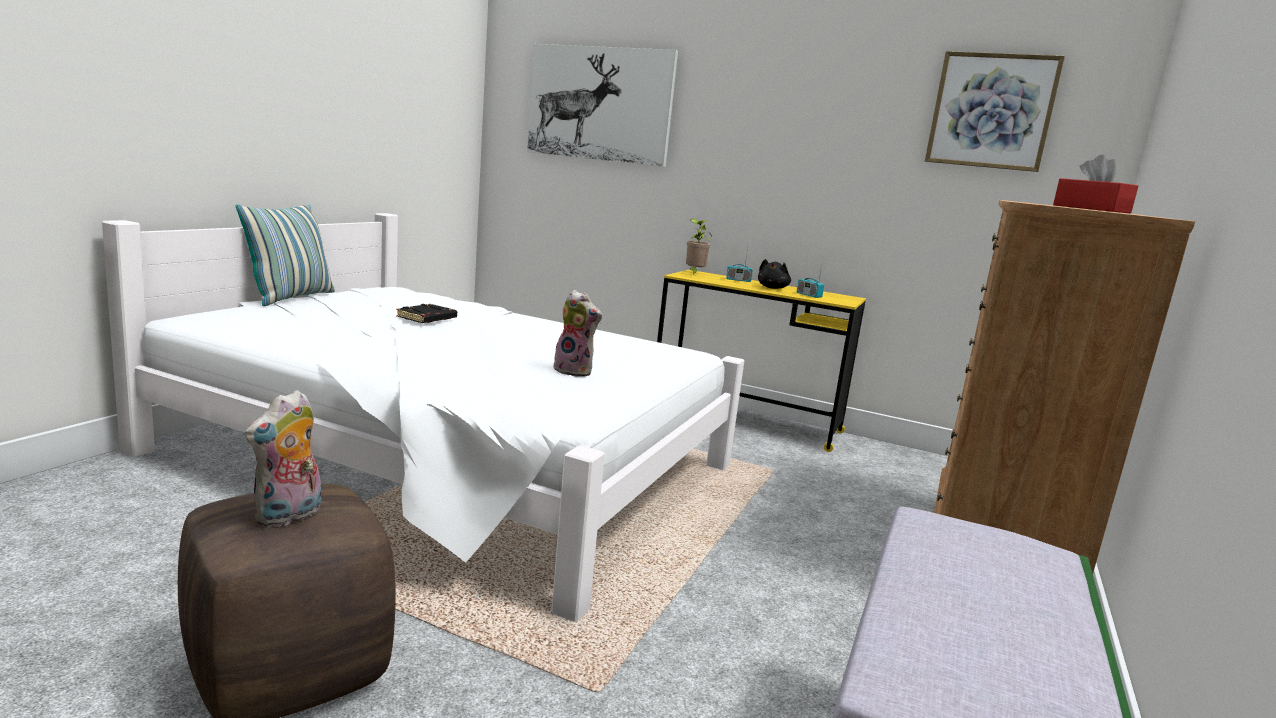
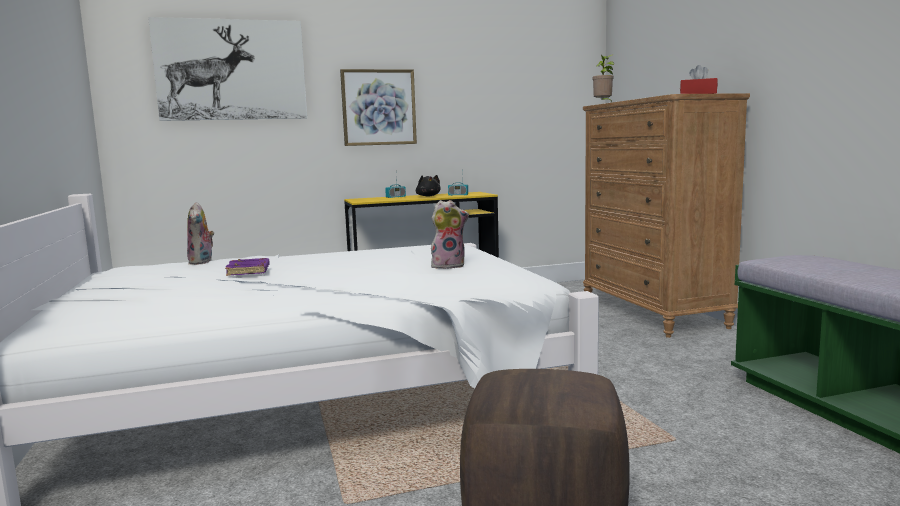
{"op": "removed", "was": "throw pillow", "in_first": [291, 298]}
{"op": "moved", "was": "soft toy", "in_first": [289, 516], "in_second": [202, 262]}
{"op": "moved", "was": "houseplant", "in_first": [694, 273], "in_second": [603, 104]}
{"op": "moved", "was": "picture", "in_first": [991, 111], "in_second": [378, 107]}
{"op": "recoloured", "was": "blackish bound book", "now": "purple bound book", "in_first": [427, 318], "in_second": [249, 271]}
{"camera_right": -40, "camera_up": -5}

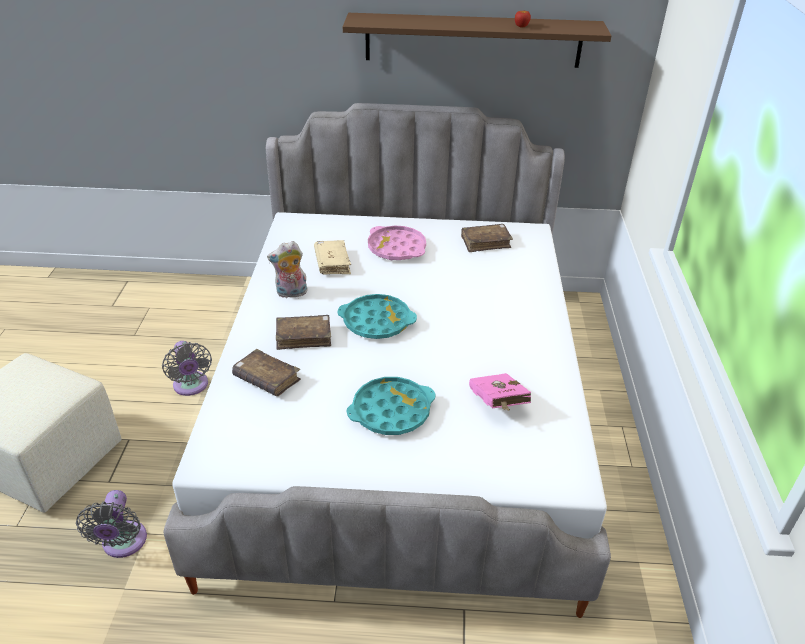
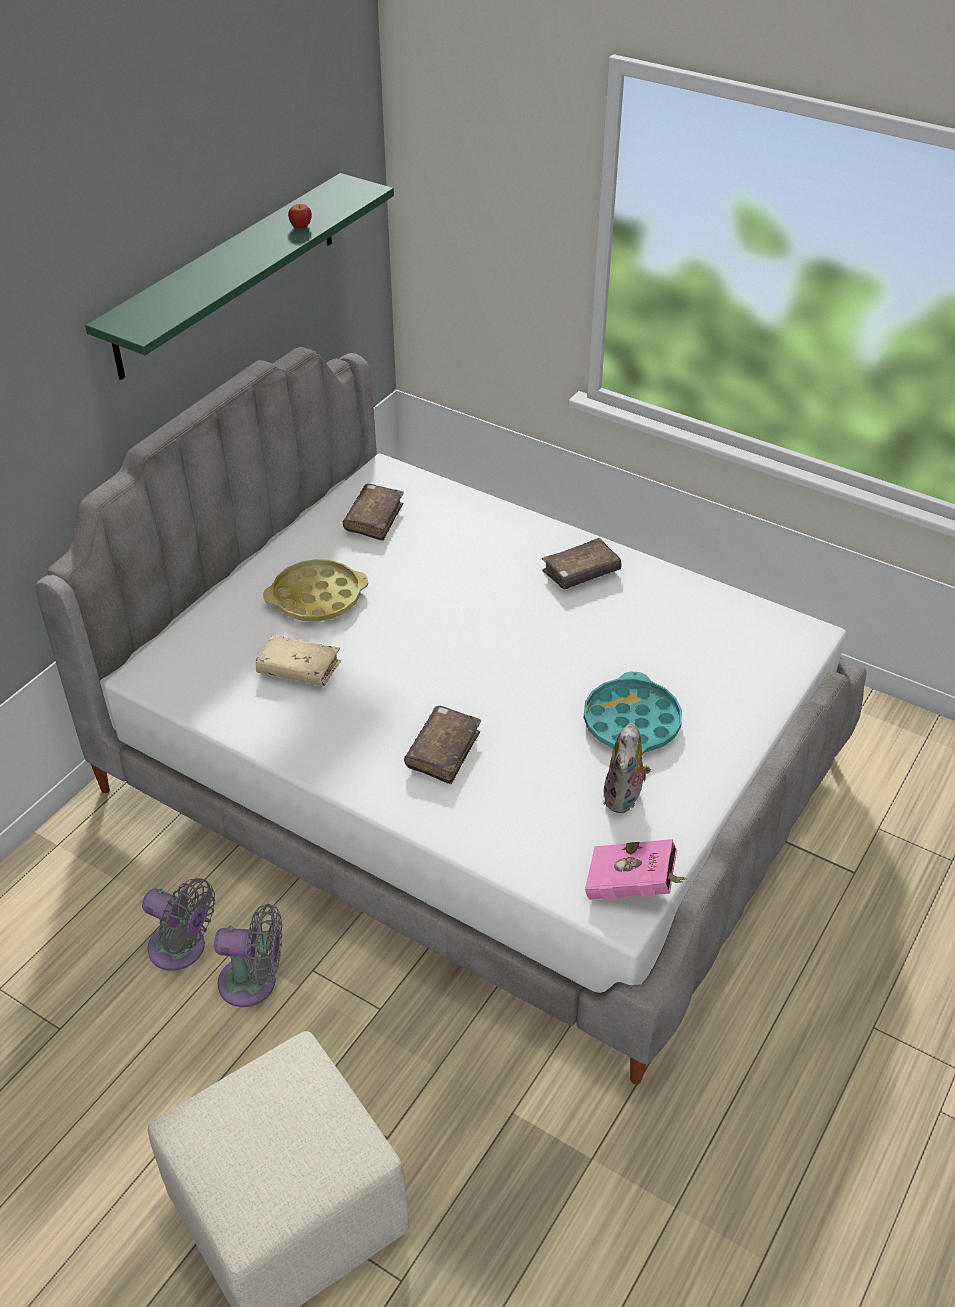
{"op": "removed", "was": "blue-green carrying tray", "in_first": [377, 322]}
{"op": "moved", "was": "gray cooling fan", "in_first": [123, 544], "in_second": [182, 949]}
{"op": "moved", "was": "brown bound book", "in_first": [267, 379], "in_second": [581, 572]}
{"op": "moved", "was": "soft toy", "in_first": [291, 293], "in_second": [624, 798]}
{"op": "moved", "was": "pinkish bound book", "in_first": [498, 405], "in_second": [633, 886]}
{"op": "recoloured", "was": "brown shelf", "now": "greenish shelf", "in_first": [473, 40], "in_second": [228, 274]}
{"op": "recoloured", "was": "pinkish carrying tray", "now": "yellow carrying tray", "in_first": [396, 248], "in_second": [317, 598]}
{"camera_right": -60, "camera_up": 5}

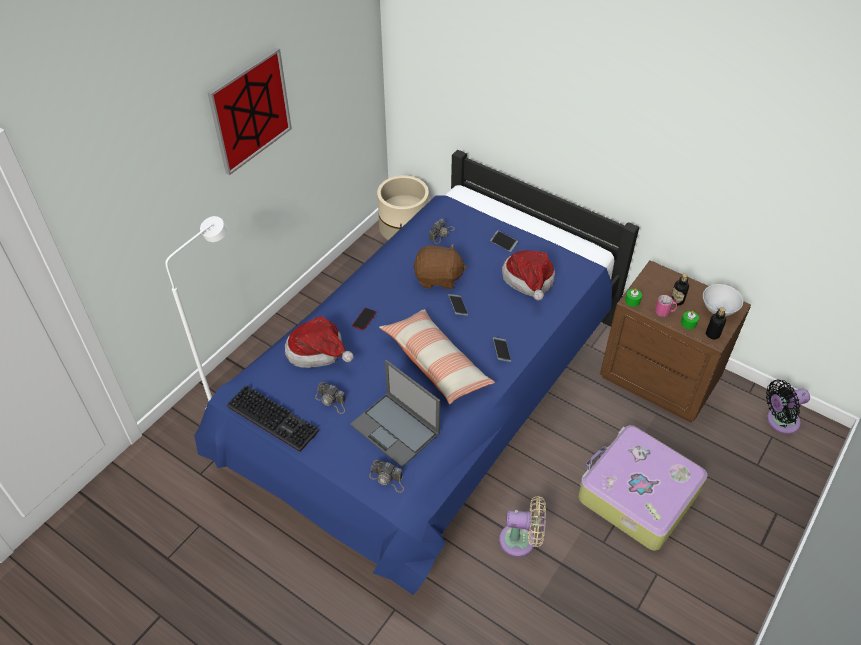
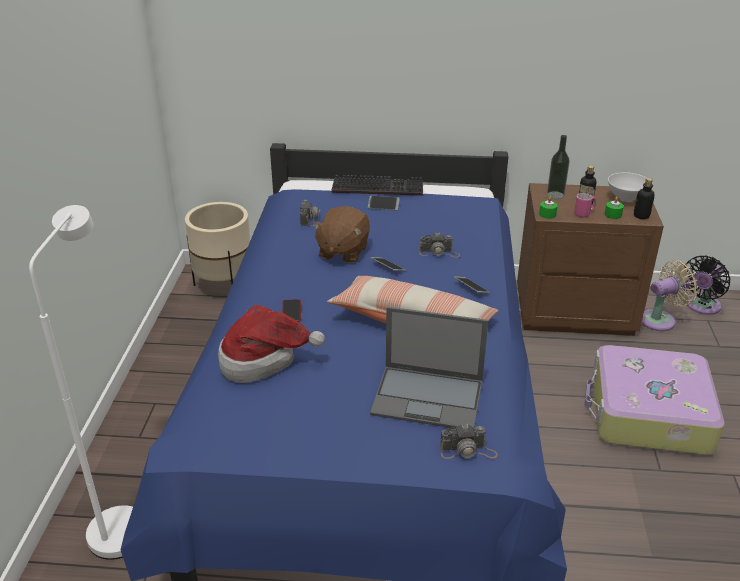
{"op": "removed", "was": "picture", "in_first": [250, 111]}
{"op": "removed", "was": "wearable hat", "in_first": [529, 283]}
{"op": "added", "now": "drink bottle", "in_second": [555, 195]}
{"op": "moved", "was": "PC keyboard", "in_first": [275, 418], "in_second": [379, 187]}
{"op": "moved", "was": "still camera", "in_first": [331, 401], "in_second": [439, 252]}
{"op": "moved", "was": "sand-coloured cooling fan", "in_first": [521, 540], "in_second": [660, 320]}
{"op": "turned", "was": "brown soft toy", "in_first": [438, 278], "in_second": [342, 252], "clockwise": 135}
{"camera_right": -30, "camera_up": -15}

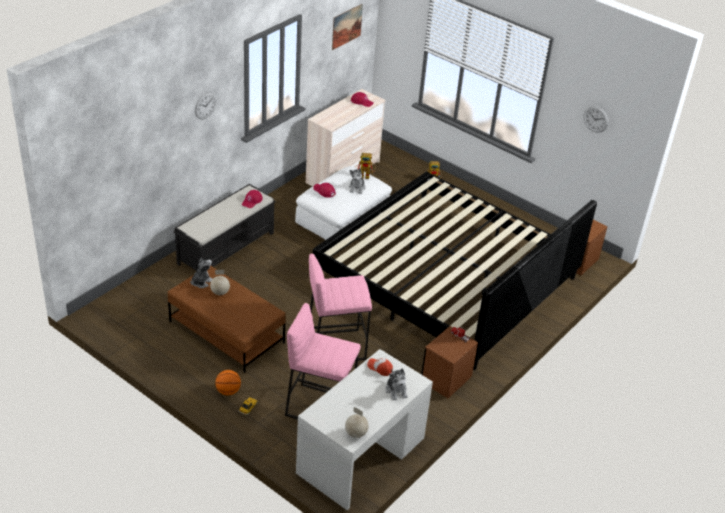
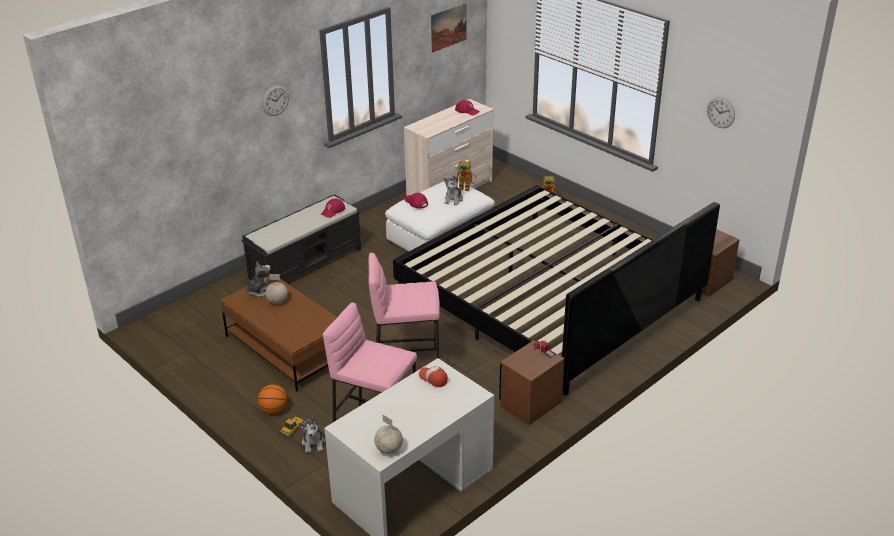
{"op": "moved", "was": "soft toy", "in_first": [396, 390], "in_second": [313, 443]}
{"camera_right": 10, "camera_up": -5}

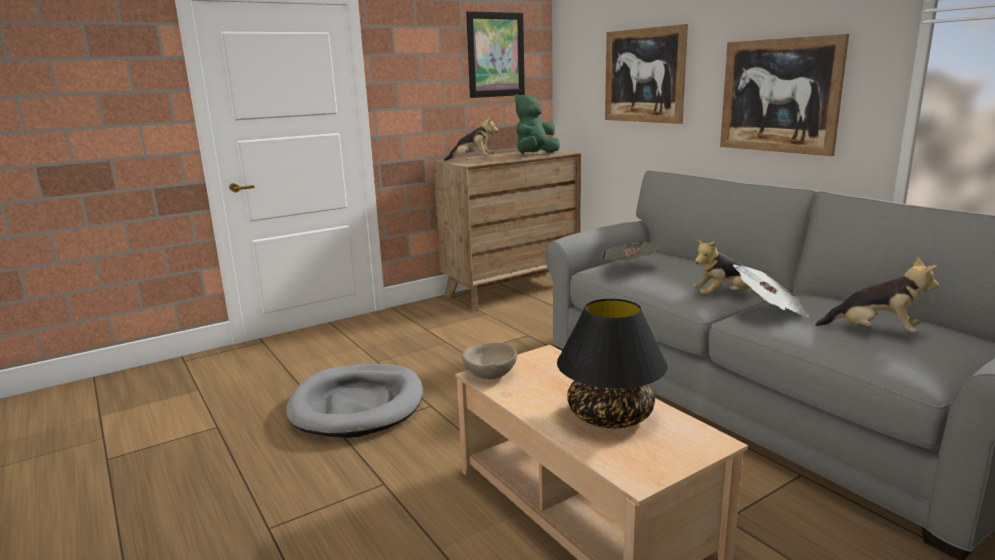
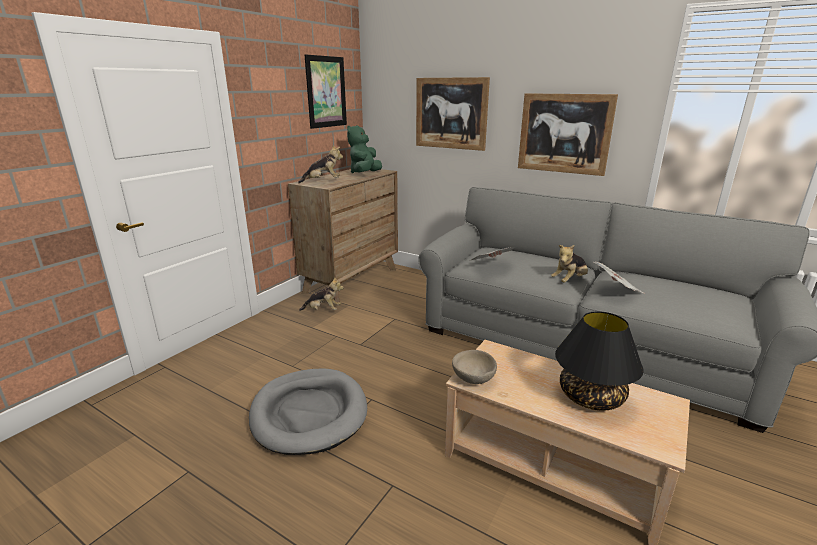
{"op": "moved", "was": "soft toy", "in_first": [874, 332], "in_second": [323, 310]}
{"camera_right": -25, "camera_up": 5}

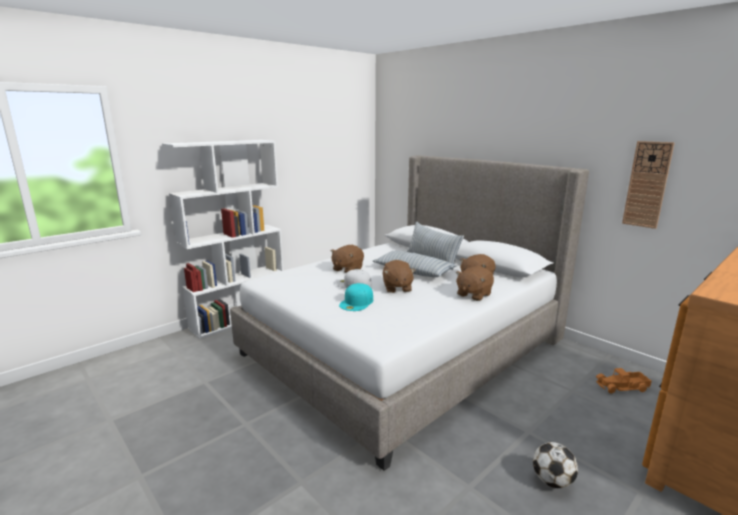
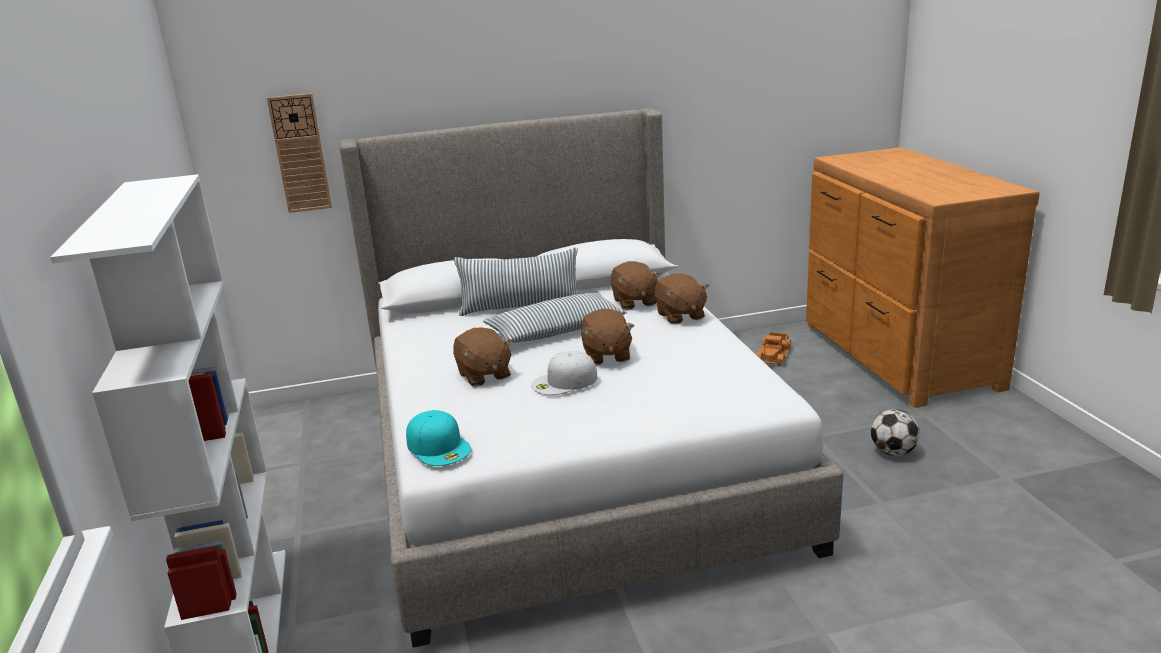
{"op": "moved", "was": "blue-green cap", "in_first": [357, 302], "in_second": [439, 446]}
{"op": "moved", "was": "wall clock", "in_first": [647, 184], "in_second": [300, 153]}
{"op": "turned", "was": "brown soft toy", "in_first": [397, 288], "in_second": [606, 355], "clockwise": 60}
{"camera_right": -60, "camera_up": 5}

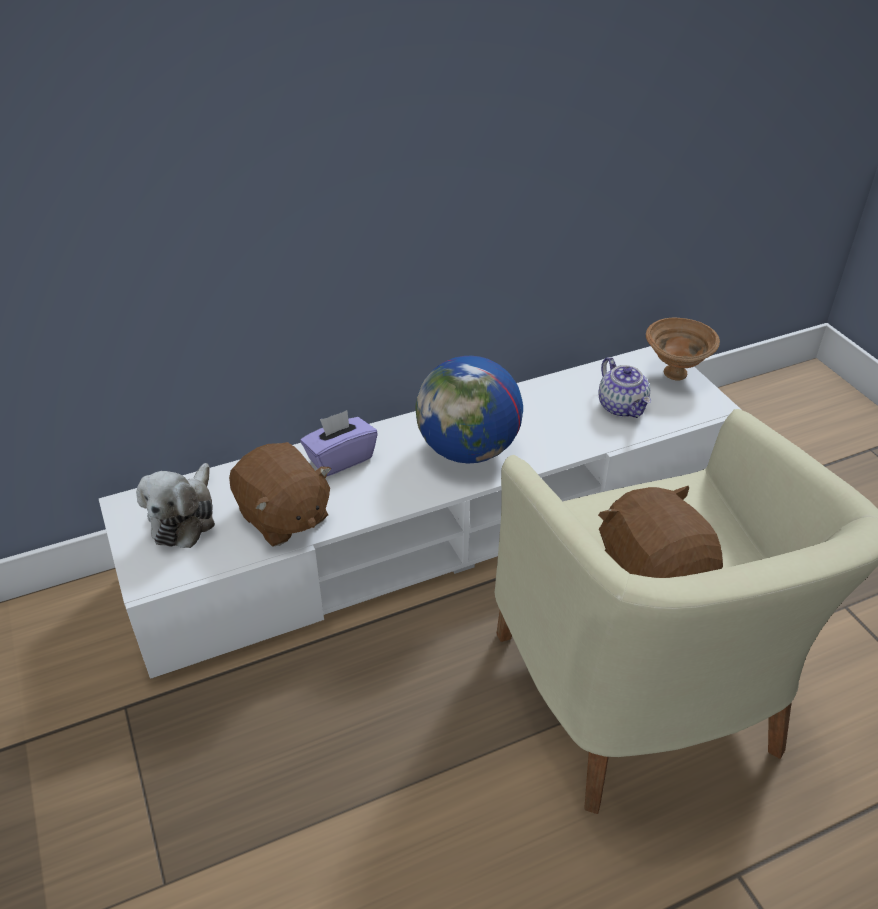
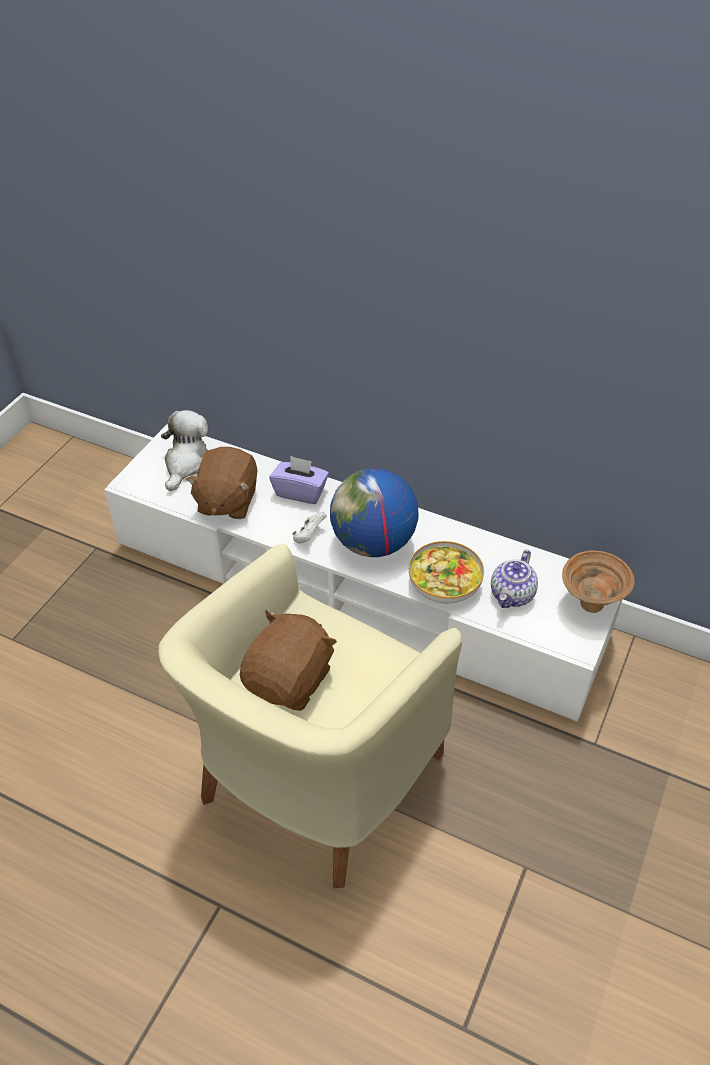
{"op": "added", "now": "white-coloured game controller", "in_second": [309, 536]}
{"op": "added", "now": "serving bowl", "in_second": [445, 584]}
{"op": "turned", "was": "soft toy", "in_first": [184, 517], "in_second": [186, 464], "clockwise": 135}
{"camera_right": 50, "camera_up": 5}

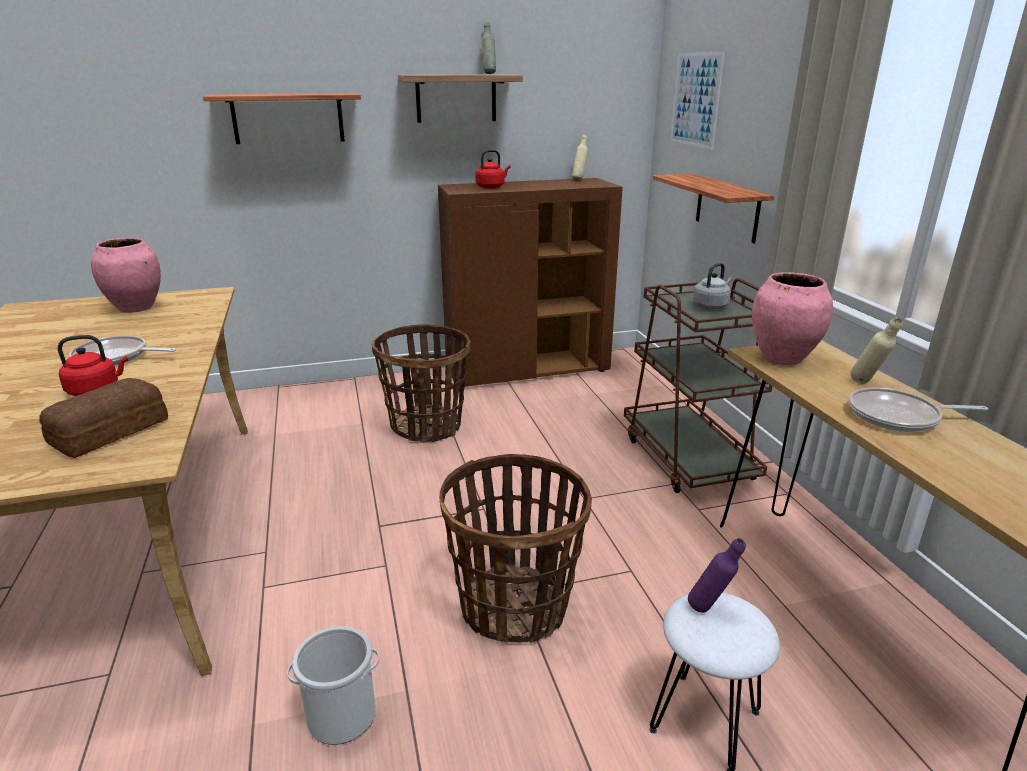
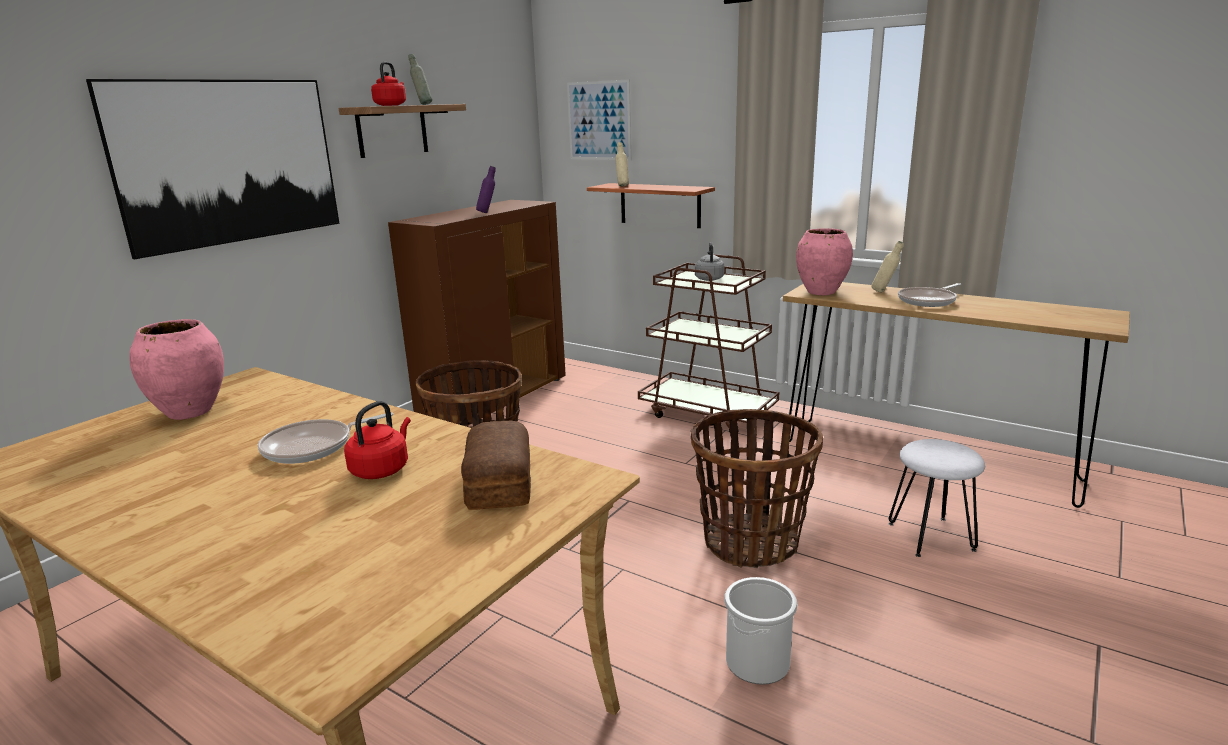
{"op": "moved", "was": "red water kettle", "in_first": [491, 187], "in_second": [391, 105]}
{"op": "moved", "was": "sand-coloured drink bottle", "in_first": [579, 179], "in_second": [622, 186]}
{"op": "moved", "was": "purple drink bottle", "in_first": [709, 609], "in_second": [488, 213]}
{"op": "replaced", "was": "shelf", "now": "picture", "in_first": [288, 118], "in_second": [230, 162]}
{"camera_right": -40, "camera_up": -5}

